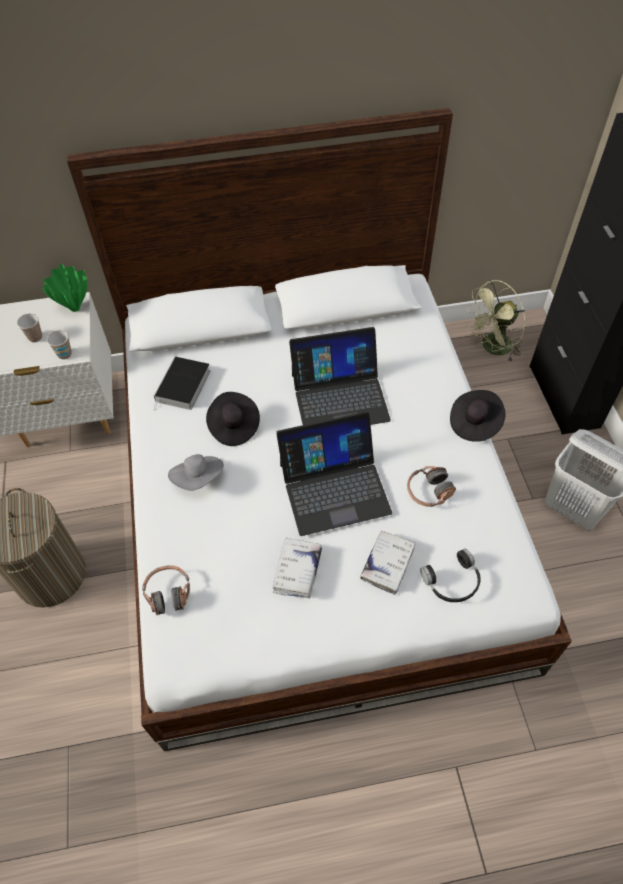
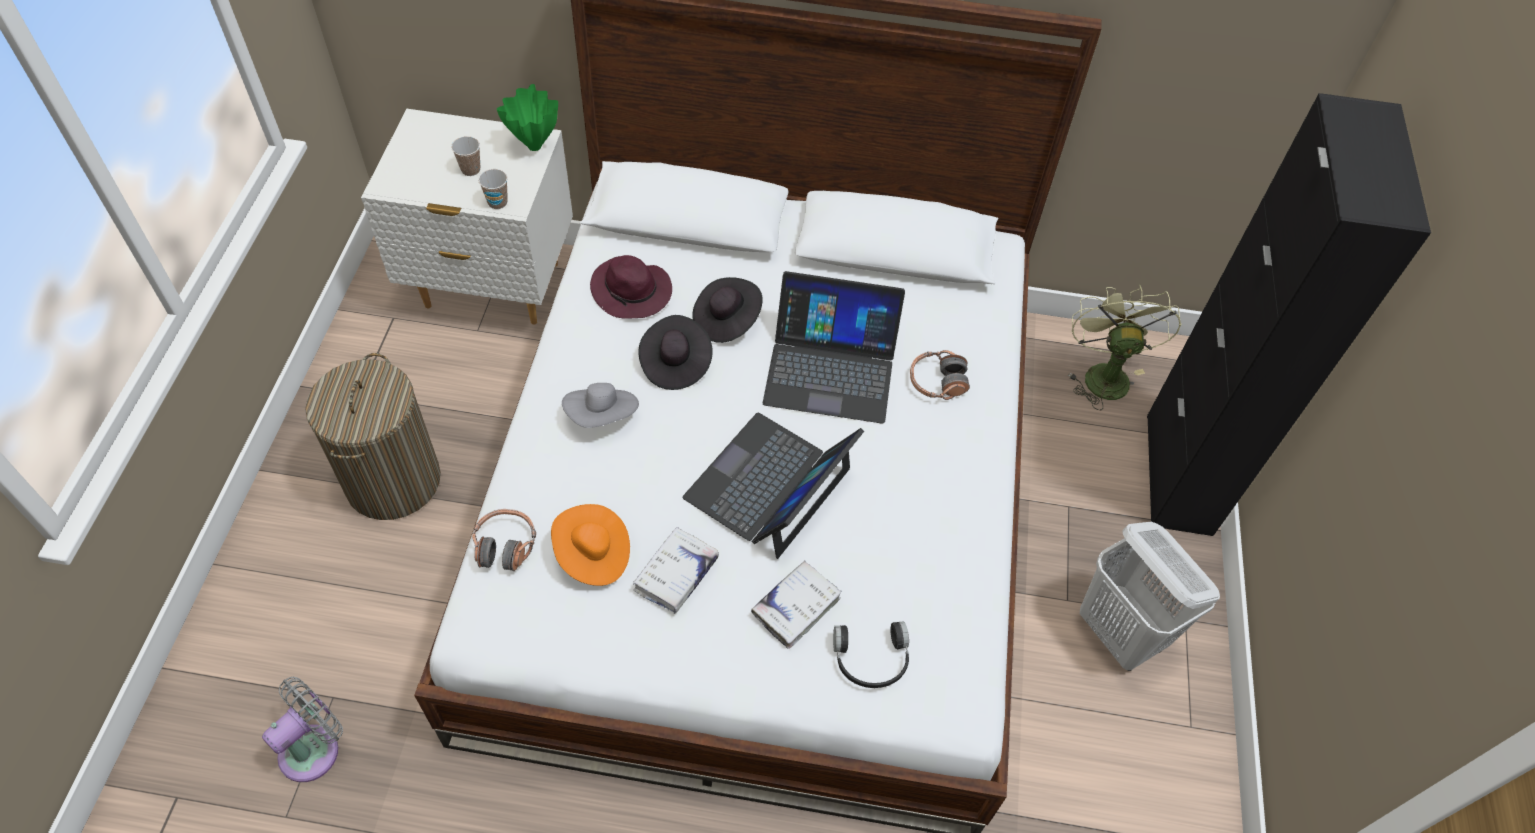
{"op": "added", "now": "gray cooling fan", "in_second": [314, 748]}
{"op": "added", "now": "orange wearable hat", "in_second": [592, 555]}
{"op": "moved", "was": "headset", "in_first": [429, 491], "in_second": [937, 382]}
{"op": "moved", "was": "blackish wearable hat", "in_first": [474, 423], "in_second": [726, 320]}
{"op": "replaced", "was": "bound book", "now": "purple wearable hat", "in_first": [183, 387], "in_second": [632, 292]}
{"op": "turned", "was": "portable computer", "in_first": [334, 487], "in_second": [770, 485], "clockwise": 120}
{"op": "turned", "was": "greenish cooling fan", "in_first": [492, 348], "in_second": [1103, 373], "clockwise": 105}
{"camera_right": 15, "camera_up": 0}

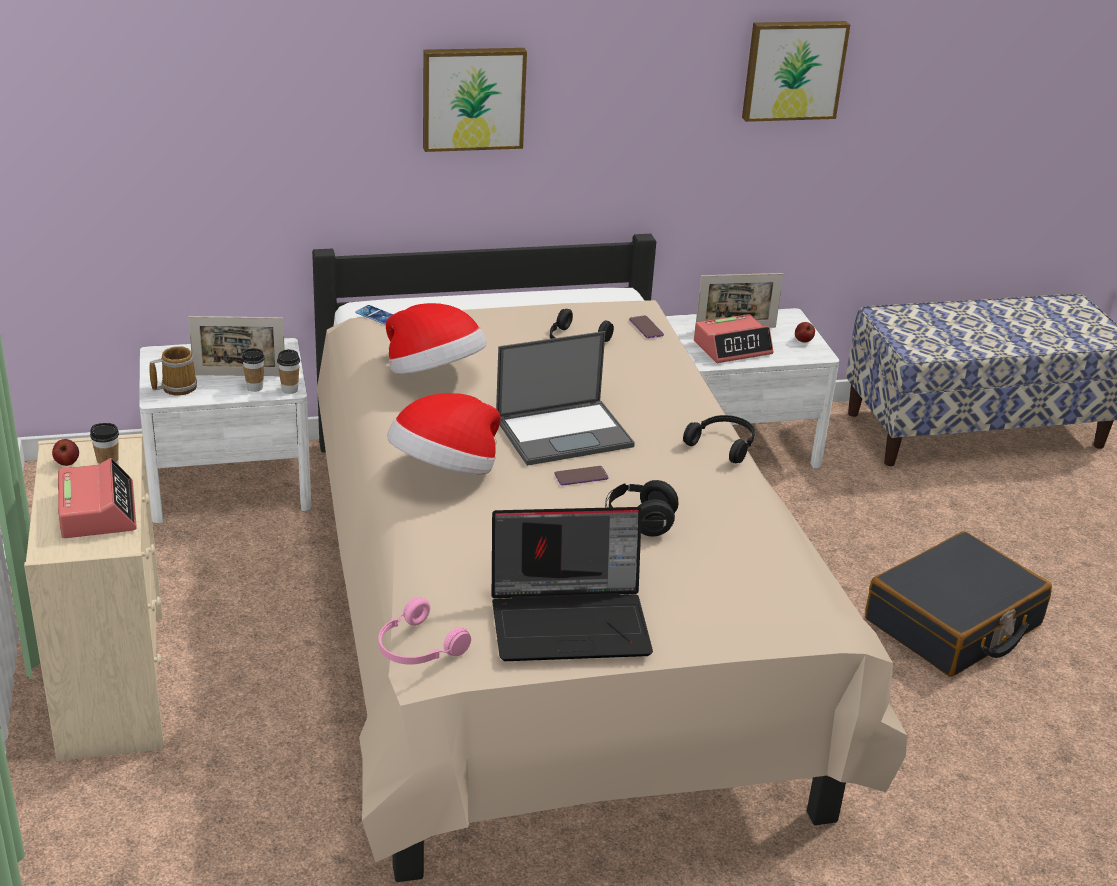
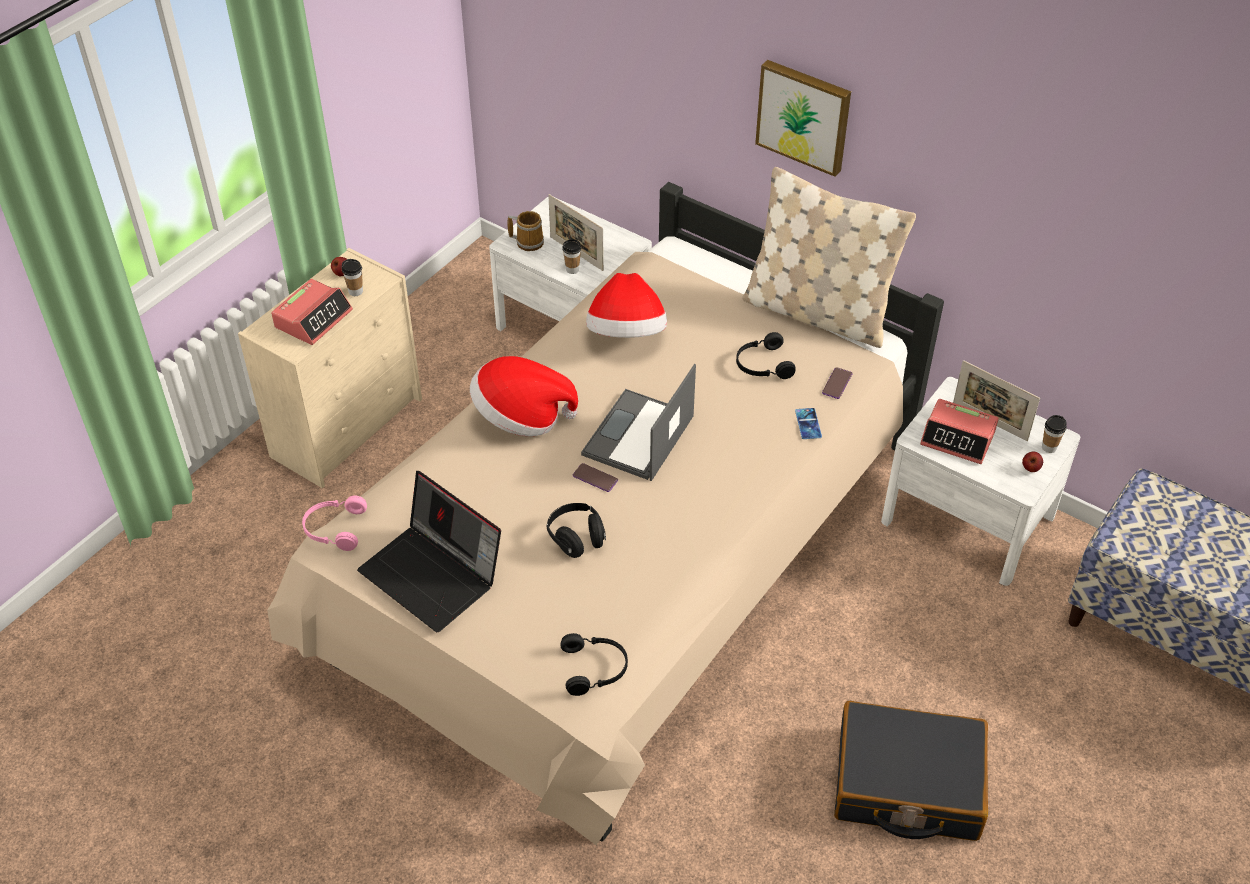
{"op": "removed", "was": "picture", "in_first": [793, 69]}
{"op": "added", "now": "sand-coloured throw pillow", "in_second": [817, 313]}
{"op": "moved", "was": "drinking cup", "in_first": [289, 389], "in_second": [1049, 447]}
{"op": "moved", "was": "telephone", "in_first": [377, 315], "in_second": [808, 424]}
{"op": "moved", "was": "blackish headset", "in_first": [723, 444], "in_second": [595, 669]}
{"op": "turned", "was": "portable computer", "in_first": [565, 432], "in_second": [638, 437], "clockwise": 90}
{"camera_right": 50, "camera_up": 15}

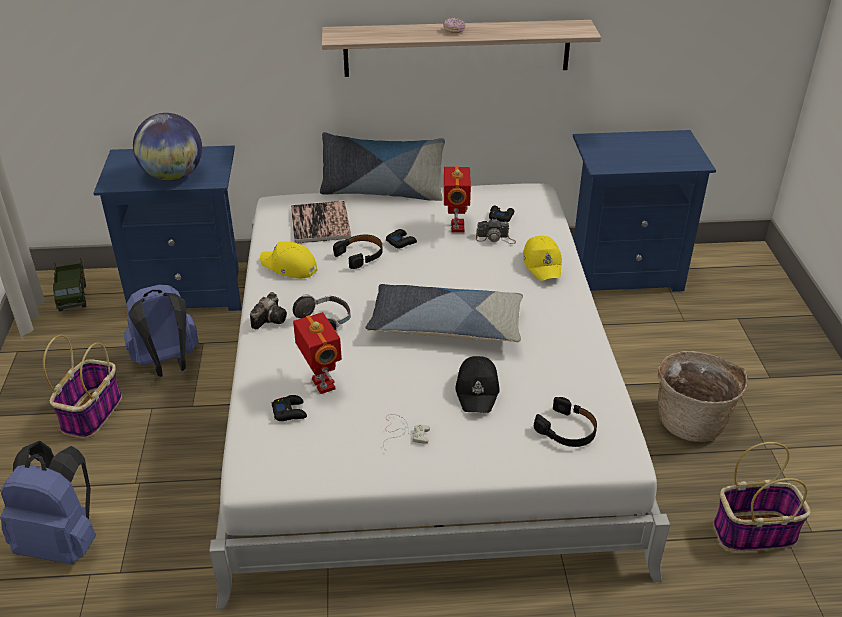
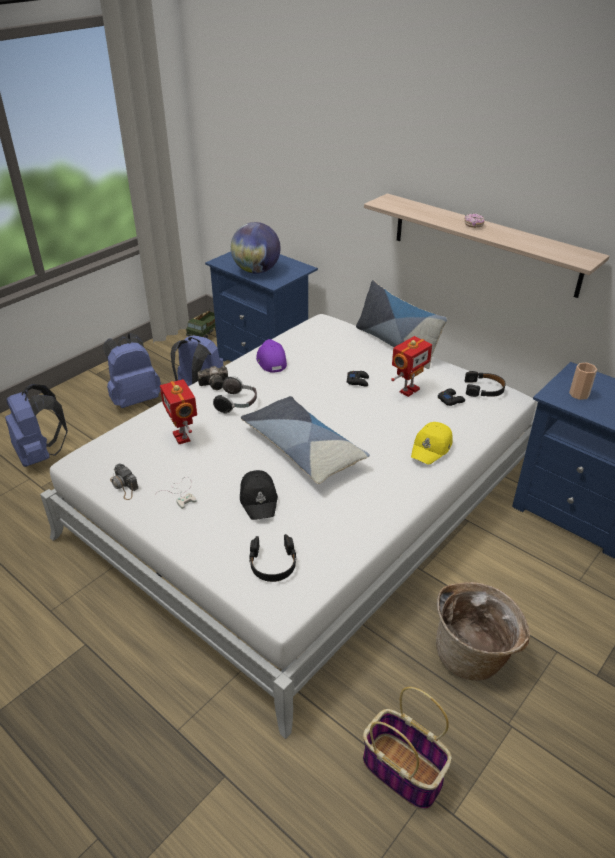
{"op": "removed", "was": "blackish game controller", "in_first": [290, 412]}
{"op": "removed", "was": "bound book", "in_first": [320, 223]}
{"op": "added", "now": "drinking cup", "in_second": [579, 394]}
{"op": "moved", "was": "blackish headset", "in_first": [360, 255], "in_second": [484, 389]}
{"op": "moved", "was": "still camera", "in_first": [495, 238], "in_second": [124, 486]}
{"op": "replaced", "was": "basket", "now": "bluish rucksack", "in_first": [92, 412], "in_second": [135, 399]}
{"op": "recoloured", "was": "yellow cap", "now": "purple cap", "in_first": [289, 267], "in_second": [270, 360]}
{"op": "turned", "was": "toy robot", "in_first": [321, 384], "in_second": [183, 437], "clockwise": 135}
{"op": "turned", "was": "blackish cap", "in_first": [478, 390], "in_second": [259, 499], "clockwise": -60}
{"camera_right": 45, "camera_up": 0}

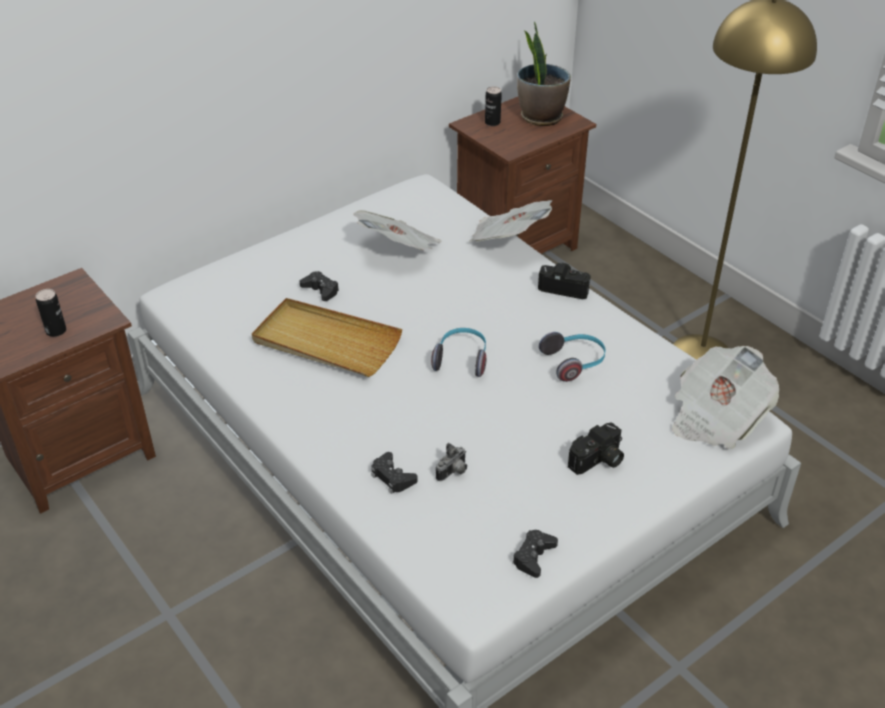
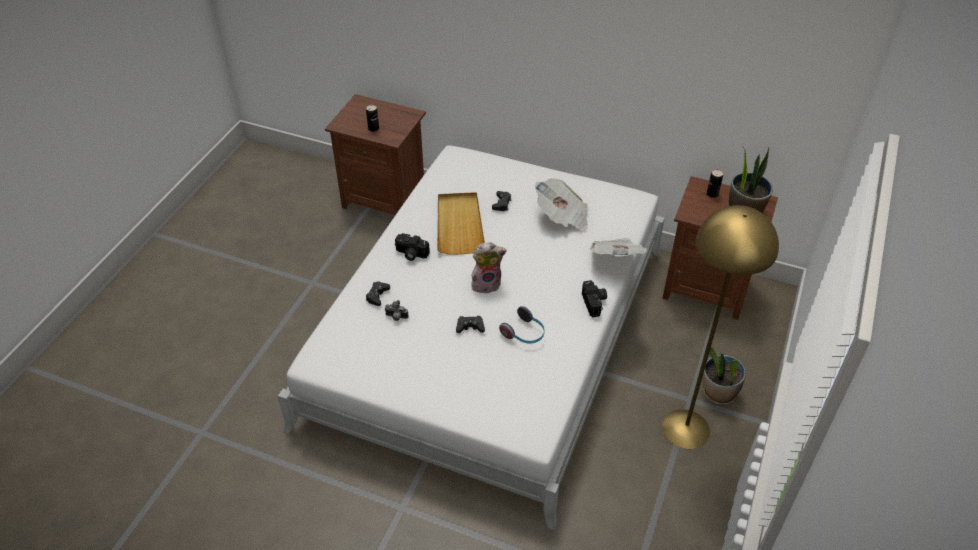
{"op": "removed", "was": "printed paper", "in_first": [716, 417]}
{"op": "added", "now": "houseplant", "in_second": [718, 393]}
{"op": "moved", "was": "blackish game controller", "in_first": [533, 556], "in_second": [470, 327]}
{"op": "moved", "was": "still camera", "in_first": [598, 461], "in_second": [410, 254]}
{"op": "replaced", "was": "headset", "now": "soft toy", "in_first": [462, 359], "in_second": [487, 283]}
{"camera_right": 60, "camera_up": 5}

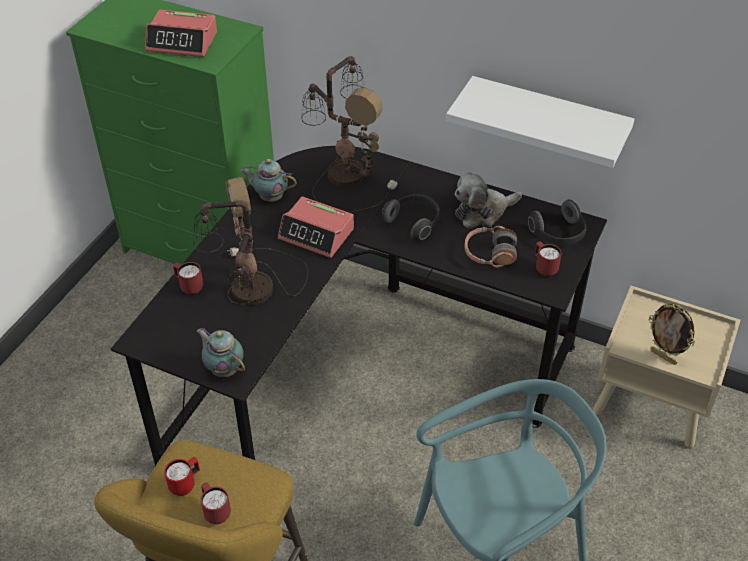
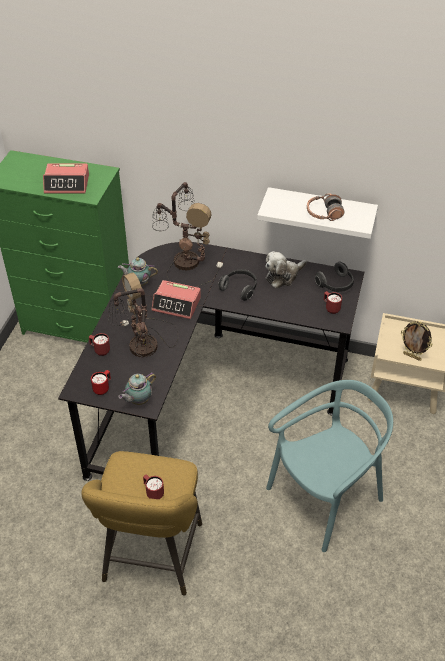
{"op": "moved", "was": "red tea mug", "in_first": [185, 484], "in_second": [103, 388]}
{"op": "moved", "was": "headset", "in_first": [489, 254], "in_second": [324, 213]}
{"op": "turned", "was": "teapot", "in_first": [224, 369], "in_second": [138, 401], "clockwise": -75}
{"camera_right": -10, "camera_up": 0}

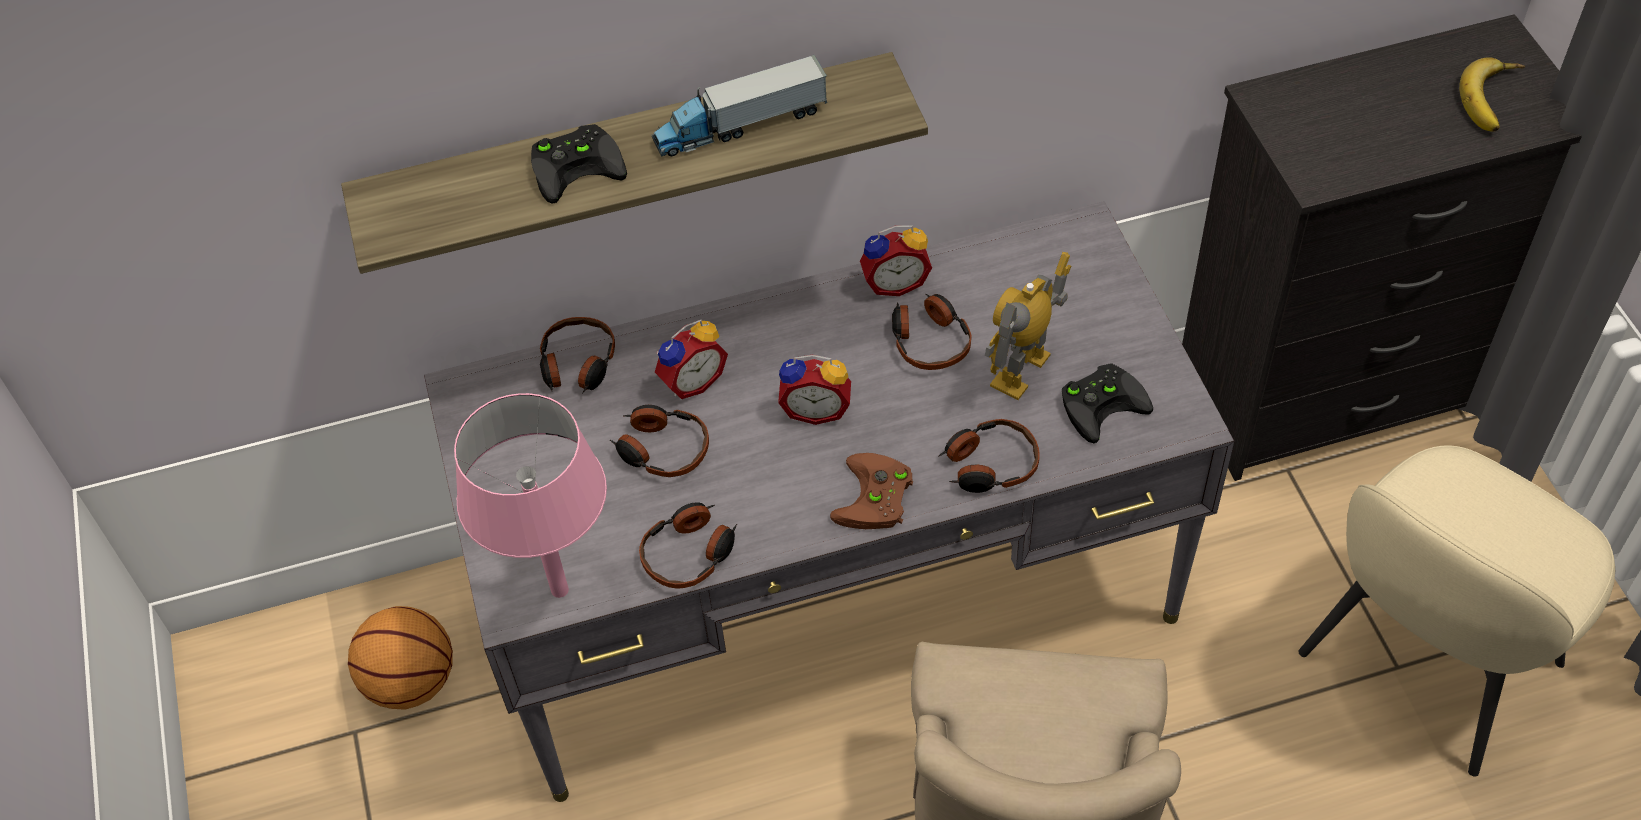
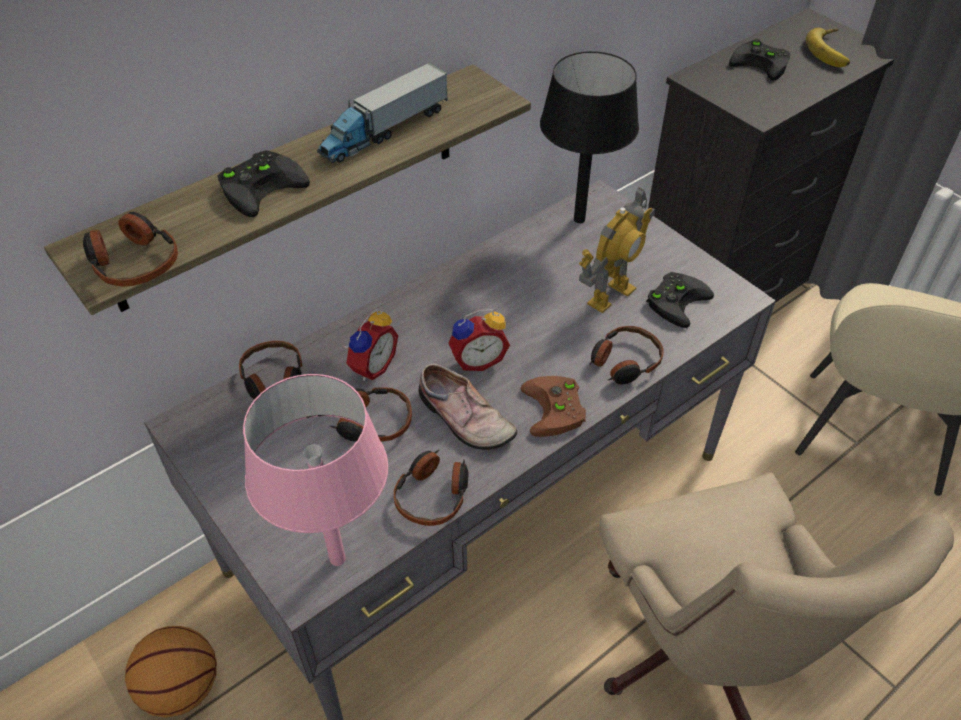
{"op": "removed", "was": "alarm clock", "in_first": [894, 282]}
{"op": "added", "now": "shoe", "in_second": [463, 419]}
{"op": "added", "now": "blackish tabletop lamp", "in_second": [579, 220]}
{"op": "added", "now": "blackish game controller", "in_second": [762, 63]}
{"op": "moved", "was": "headset", "in_first": [929, 340], "in_second": [133, 261]}
{"op": "turned", "was": "toy robot", "in_first": [1022, 372], "in_second": [610, 295], "clockwise": -150}
{"camera_right": -25, "camera_up": -5}

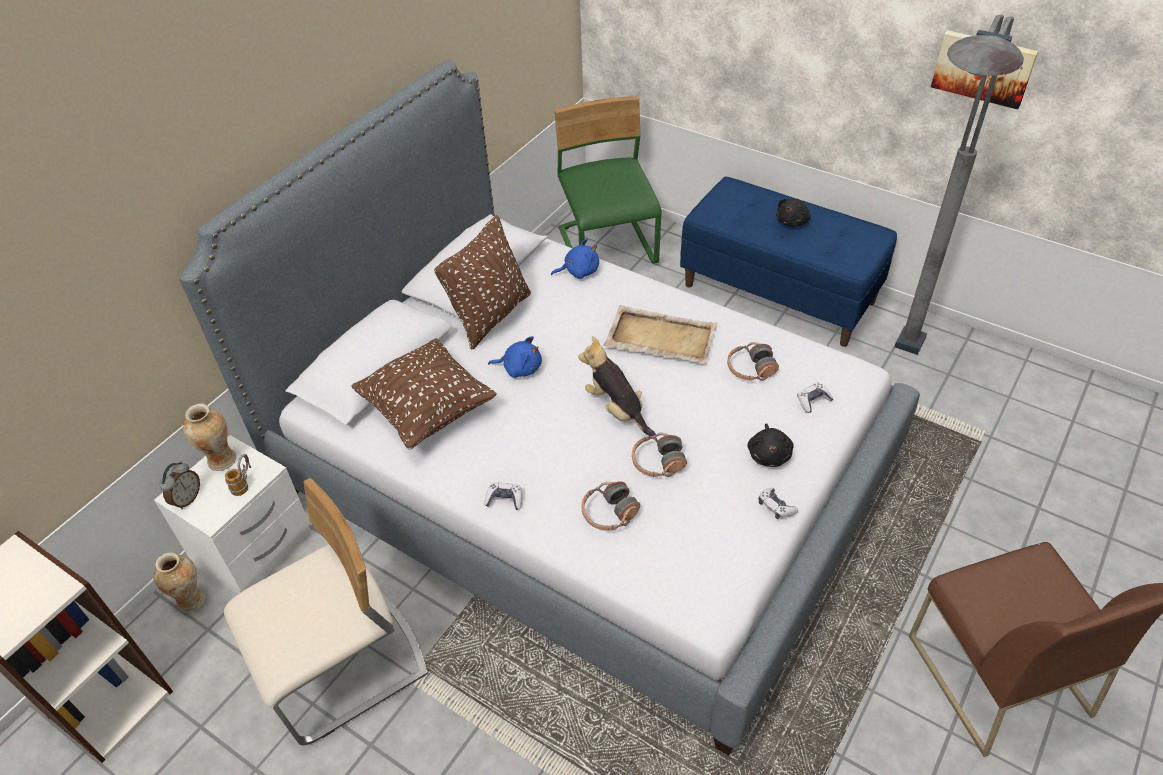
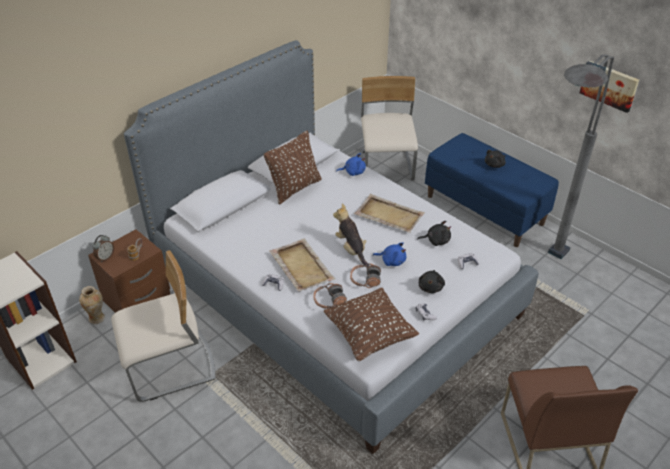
{"op": "removed", "was": "vase", "in_first": [221, 460]}
{"op": "added", "now": "sand-coloured carrying tray", "in_second": [301, 266]}
{"op": "moved", "was": "brown throw pillow", "in_first": [428, 411], "in_second": [369, 335]}
{"op": "moved", "was": "bluish soft toy", "in_first": [520, 368], "in_second": [392, 261]}
{"op": "replaced", "was": "headset", "now": "blackish soft toy", "in_first": [750, 369], "in_second": [436, 240]}
{"op": "recoloured", "was": "white-coloured nightstand", "now": "brown nightstand", "in_first": [255, 549], "in_second": [137, 298]}
{"op": "recoloured", "was": "greenish plain chair", "now": "sand-coloured plain chair", "in_first": [608, 248], "in_second": [386, 167]}
{"camera_right": 10, "camera_up": -5}

